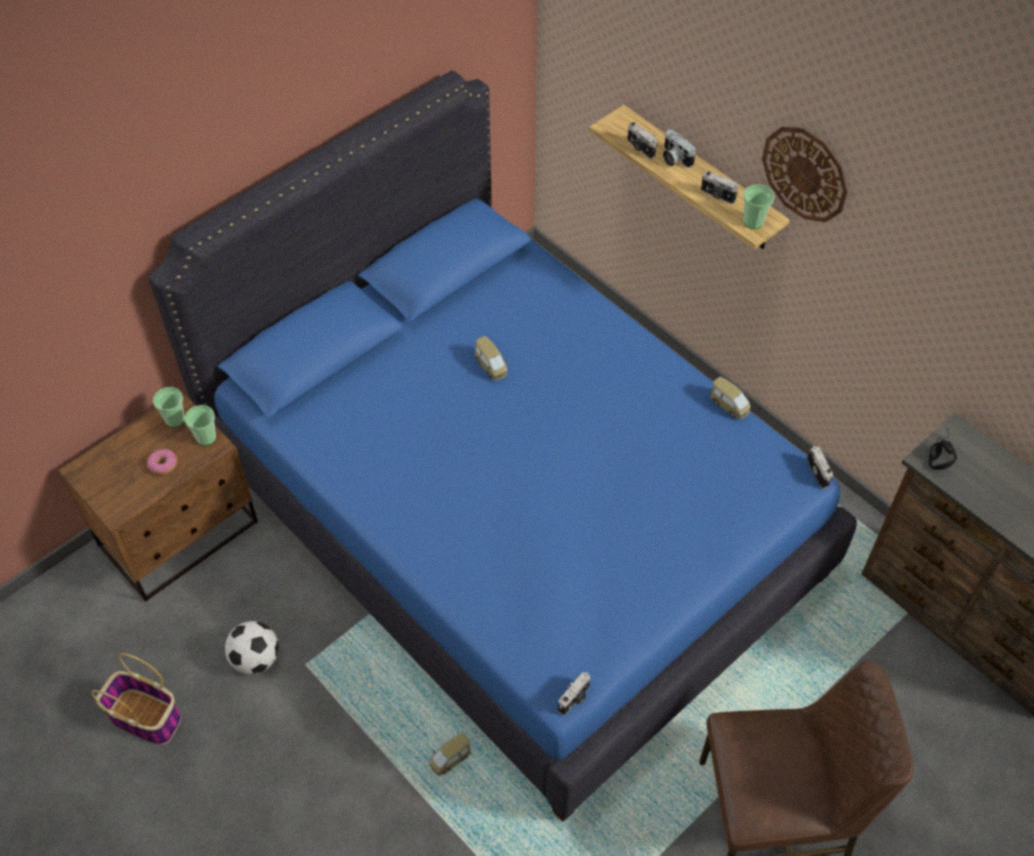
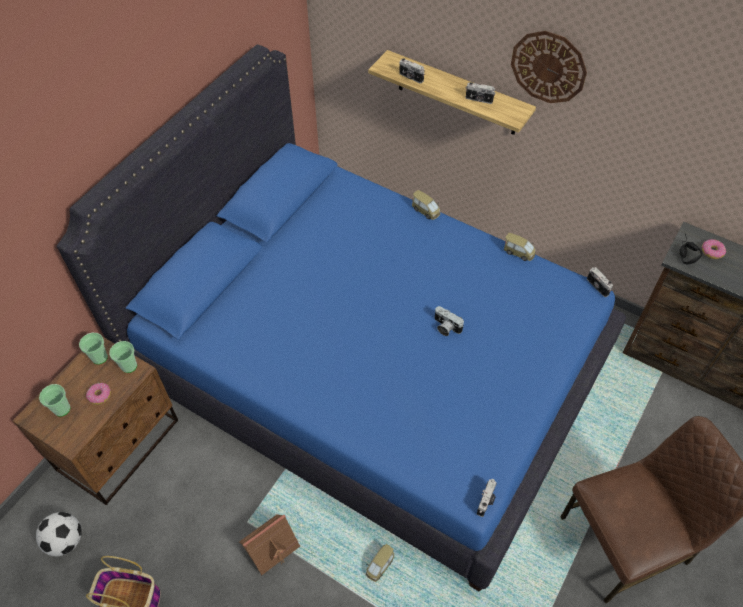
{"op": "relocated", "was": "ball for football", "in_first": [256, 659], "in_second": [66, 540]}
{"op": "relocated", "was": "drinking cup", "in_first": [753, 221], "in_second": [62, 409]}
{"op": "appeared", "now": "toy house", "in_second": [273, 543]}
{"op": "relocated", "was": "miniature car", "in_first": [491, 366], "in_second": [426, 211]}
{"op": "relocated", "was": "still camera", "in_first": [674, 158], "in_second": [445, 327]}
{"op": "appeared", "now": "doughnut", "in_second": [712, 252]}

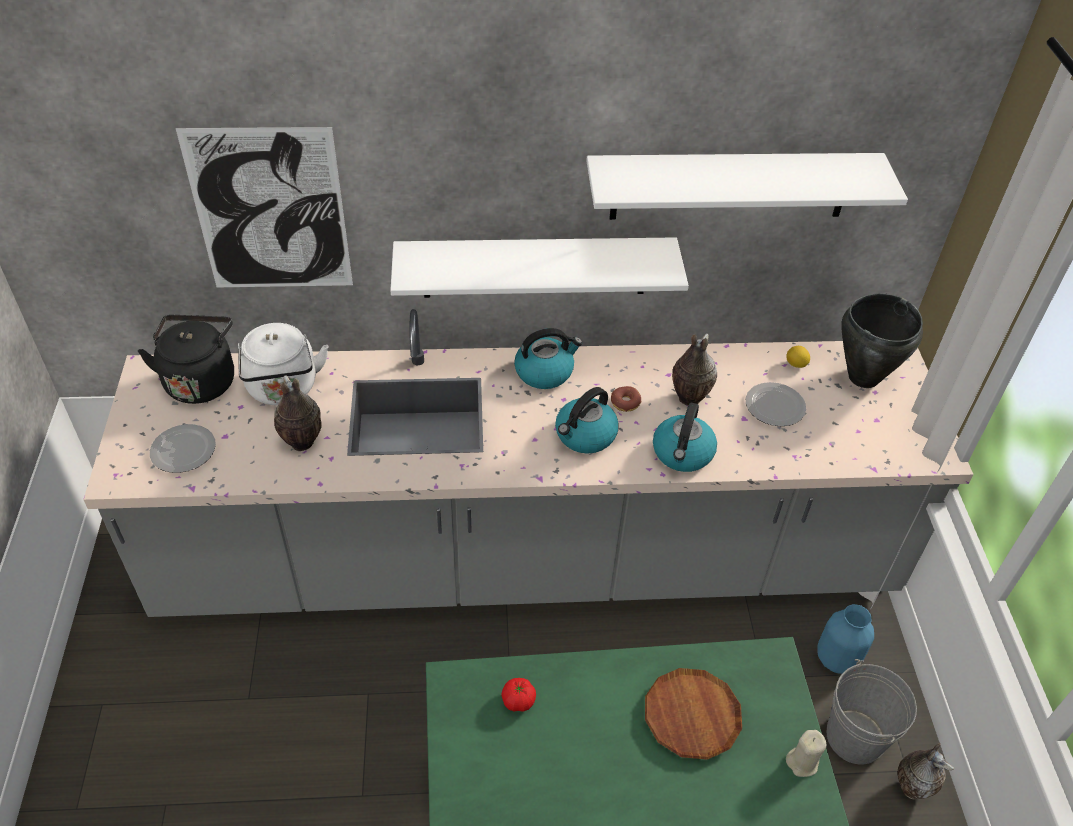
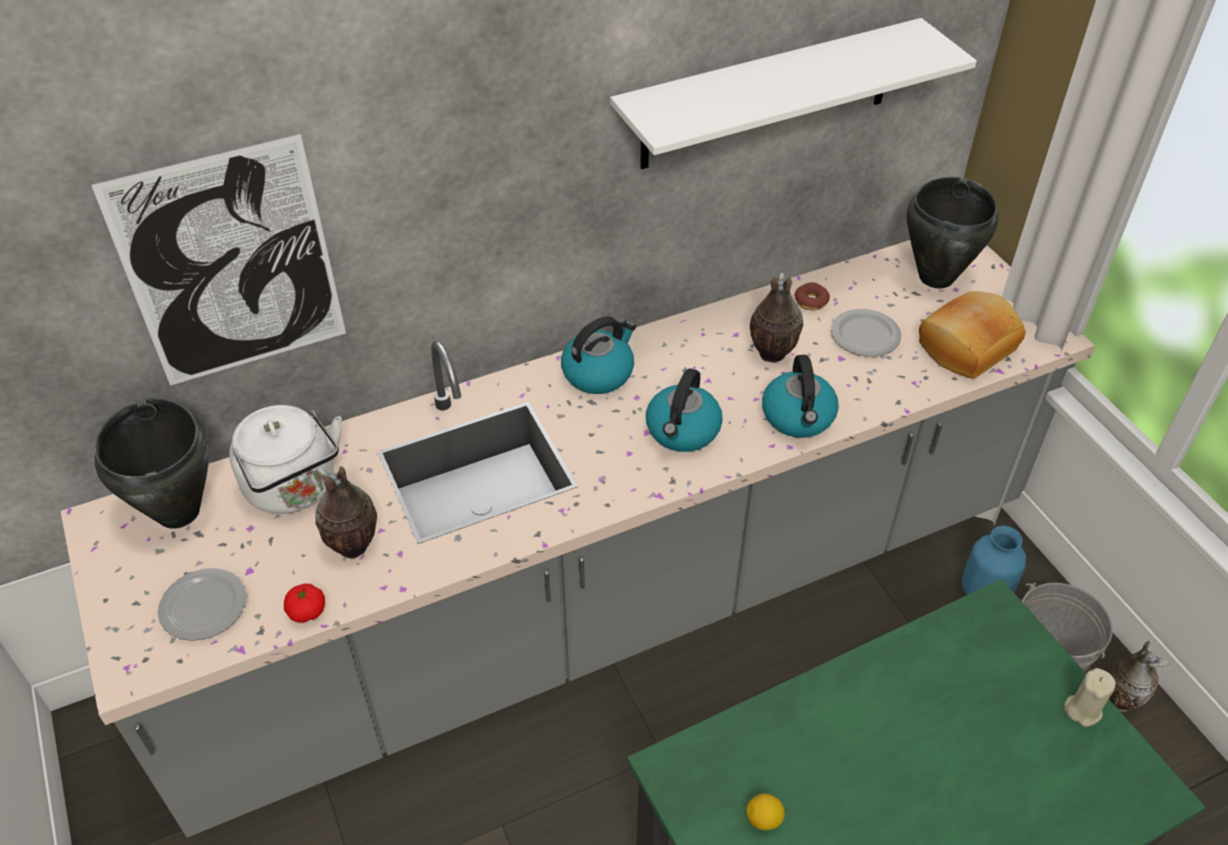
{"op": "exchanged", "was": "black-coloured tea kettle", "now": "black-coloured stockpot", "in_first": [201, 380], "in_second": [179, 511]}
{"op": "relocated", "was": "fresh tomato", "in_first": [518, 700], "in_second": [307, 611]}
{"op": "relocated", "was": "lemon", "in_first": [796, 364], "in_second": [763, 819]}
{"op": "relocated", "was": "doughnut", "in_first": [625, 402], "in_second": [811, 301]}
{"op": "appeared", "now": "bakery bread", "in_second": [965, 346]}
{"op": "missing", "was": "white shelf", "in_first": [535, 267]}
{"op": "missing", "was": "brown-coloured dinner plate", "in_first": [691, 716]}

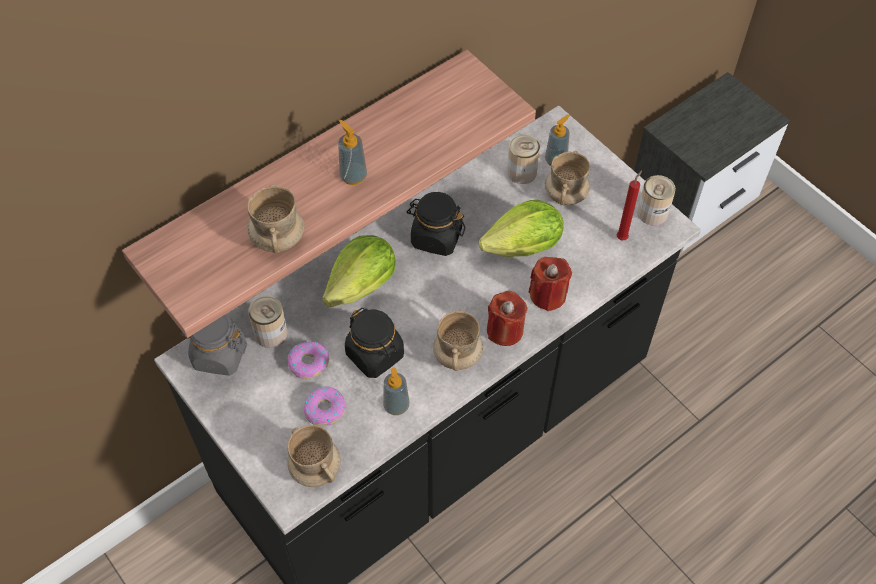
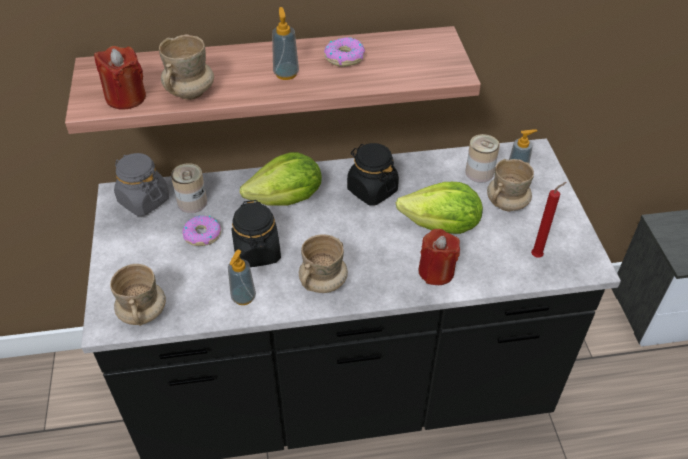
{"op": "relocated", "was": "red wax candle", "in_first": [505, 330], "in_second": [126, 97]}
{"op": "relocated", "was": "doughnut", "in_first": [325, 409], "in_second": [344, 57]}
{"op": "missing", "was": "sealed can", "in_first": [652, 213]}

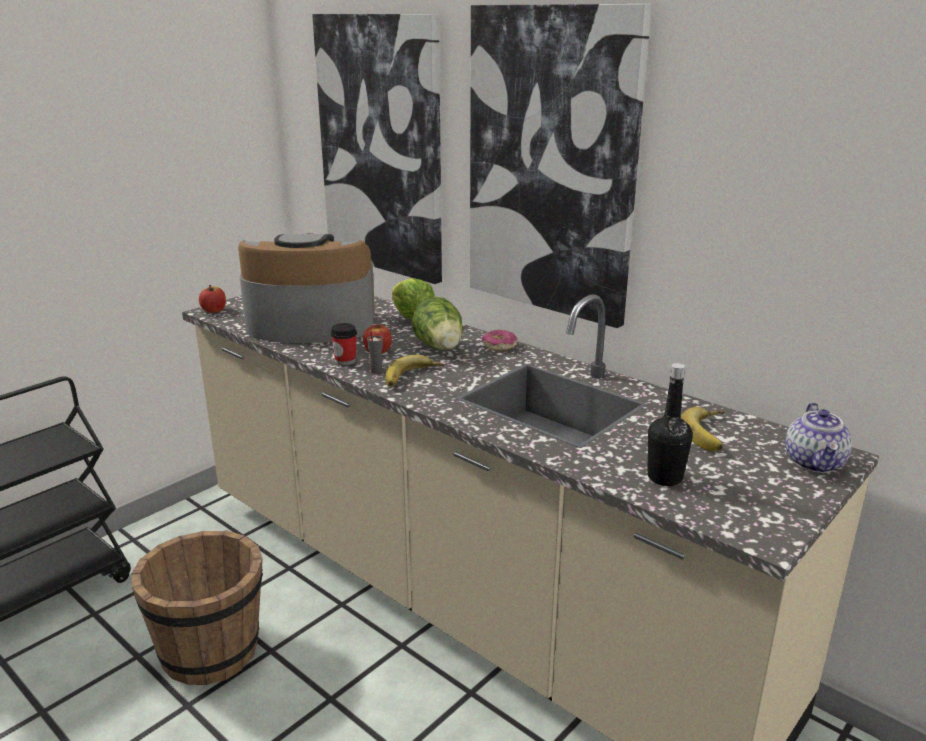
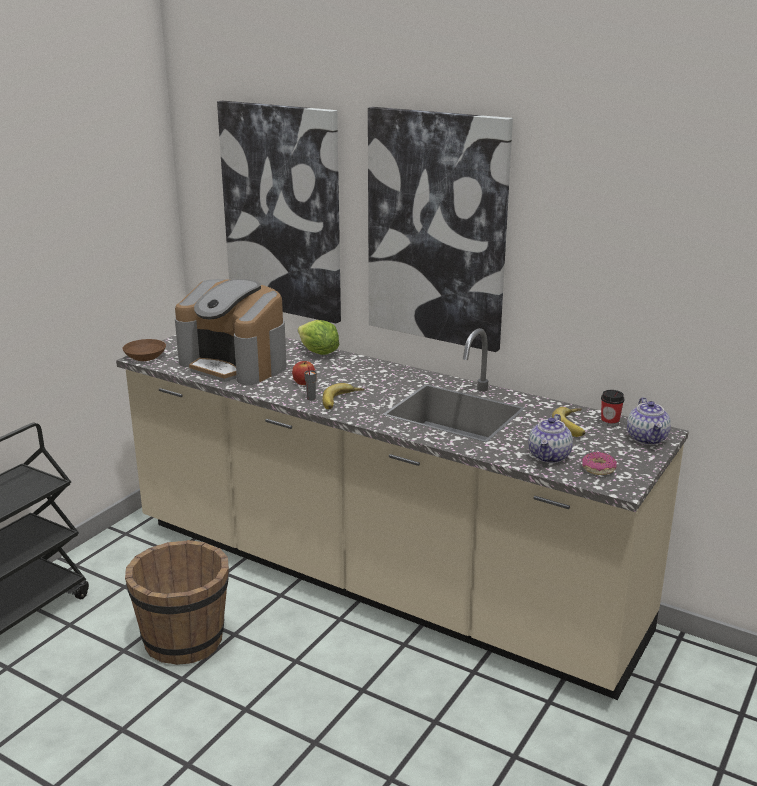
{"op": "exchanged", "was": "whole apple", "now": "brown-coloured deep dish", "in_first": [214, 310], "in_second": [144, 357]}
{"op": "spun", "was": "coffee maker", "in_first": [310, 325], "in_second": [235, 364], "clockwise": -135}
{"op": "exchanged", "was": "black-coloured beverage bottle", "now": "teapot", "in_first": [664, 477], "in_second": [549, 456]}
{"op": "relocated", "was": "doughnut", "in_first": [499, 346], "in_second": [598, 469]}
{"op": "relocated", "was": "drinking cup", "in_first": [345, 361], "in_second": [610, 422]}
{"op": "missing", "was": "lettuce", "in_first": [440, 348]}

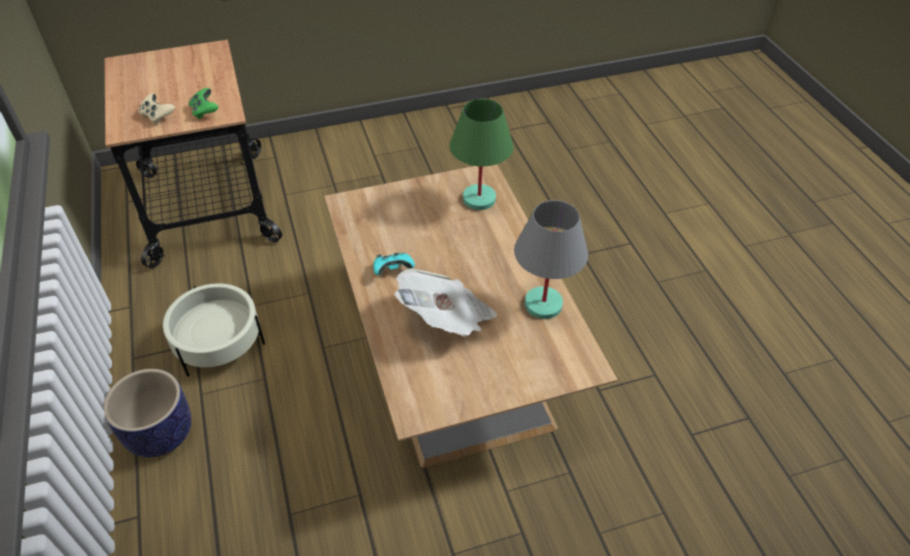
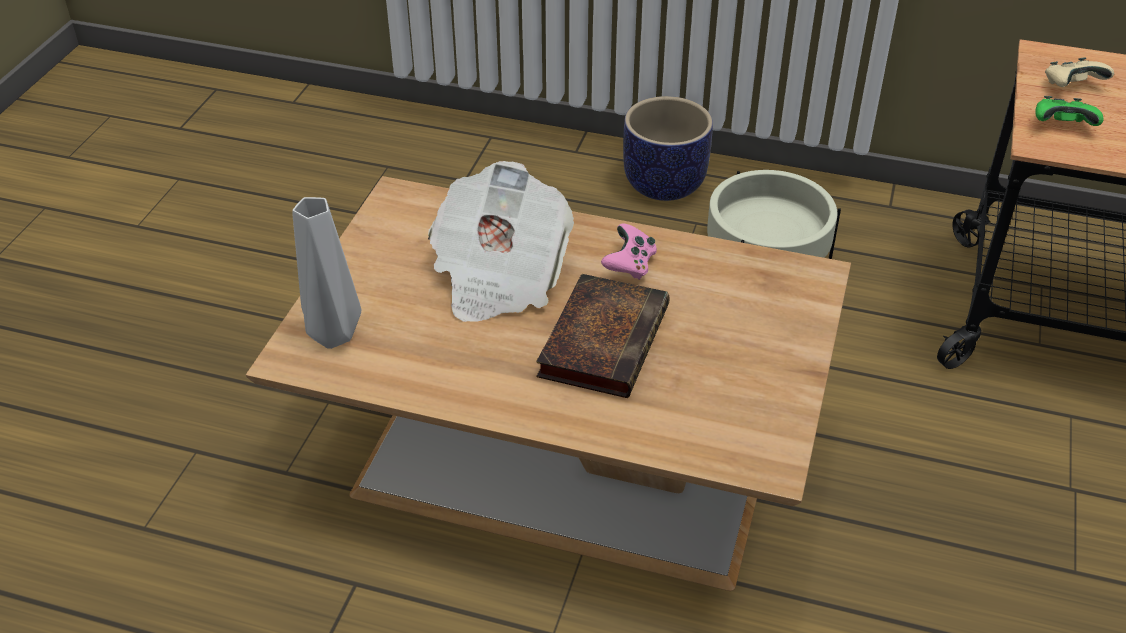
{"op": "appeared", "now": "grey vase", "in_second": [336, 335]}
{"op": "appeared", "now": "book", "in_second": [603, 339]}
{"op": "colour", "was": "turquoise-coloured joypad", "now": "pink-coloured joypad", "in_first": [393, 270], "in_second": [629, 265]}
{"op": "missing", "was": "green tabletop lamp", "in_first": [478, 198]}
{"op": "missing", "was": "grey tabletop lamp", "in_first": [542, 304]}

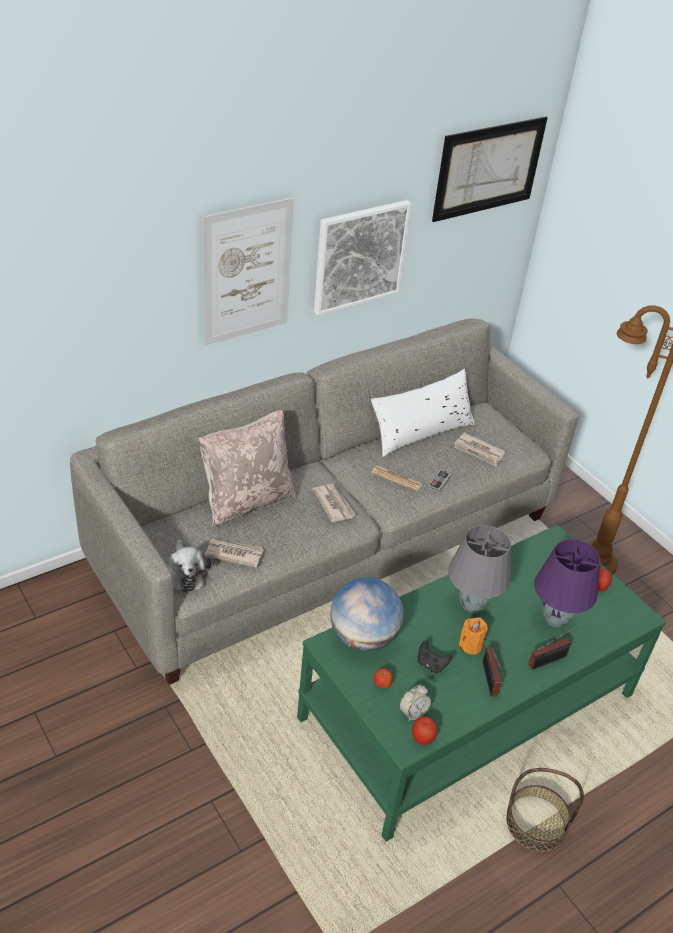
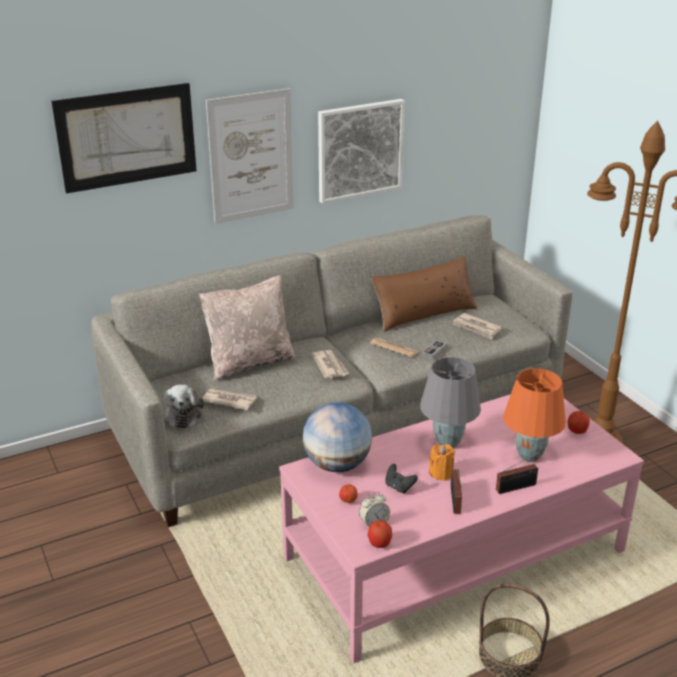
{"op": "relocated", "was": "wall art", "in_first": [489, 168], "in_second": [127, 137]}
{"op": "colour", "was": "green coffee table", "now": "pink-coloured coffee table", "in_first": [469, 706], "in_second": [455, 554]}
{"op": "colour", "was": "white throw pillow", "now": "brown-coloured throw pillow", "in_first": [421, 432], "in_second": [424, 314]}
{"op": "colour", "was": "purplish tabletop lamp", "now": "orange-coloured tabletop lamp", "in_first": [555, 620], "in_second": [530, 456]}

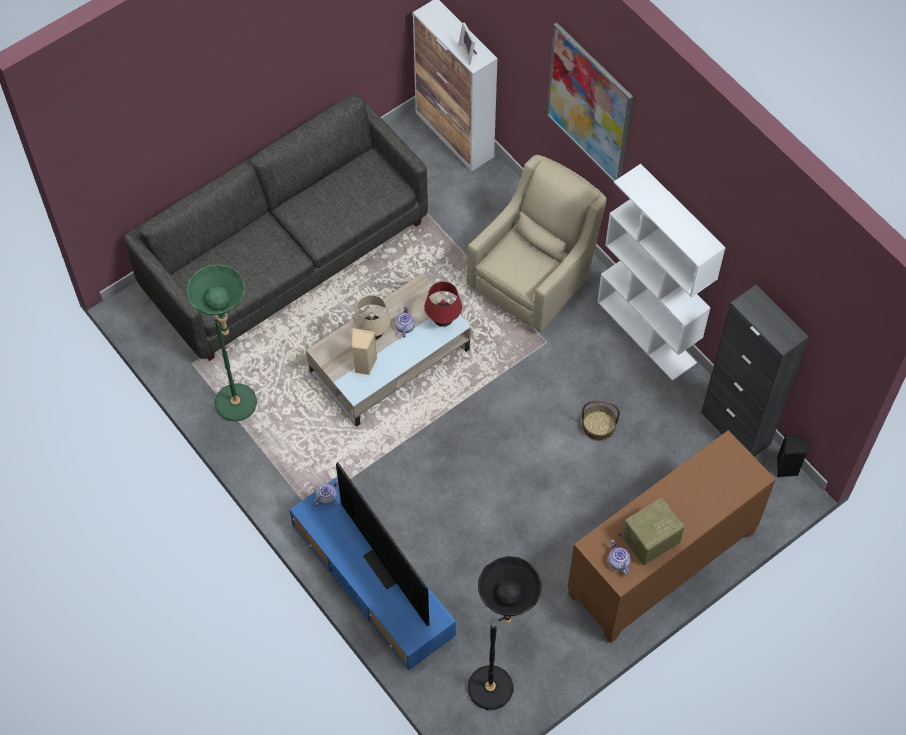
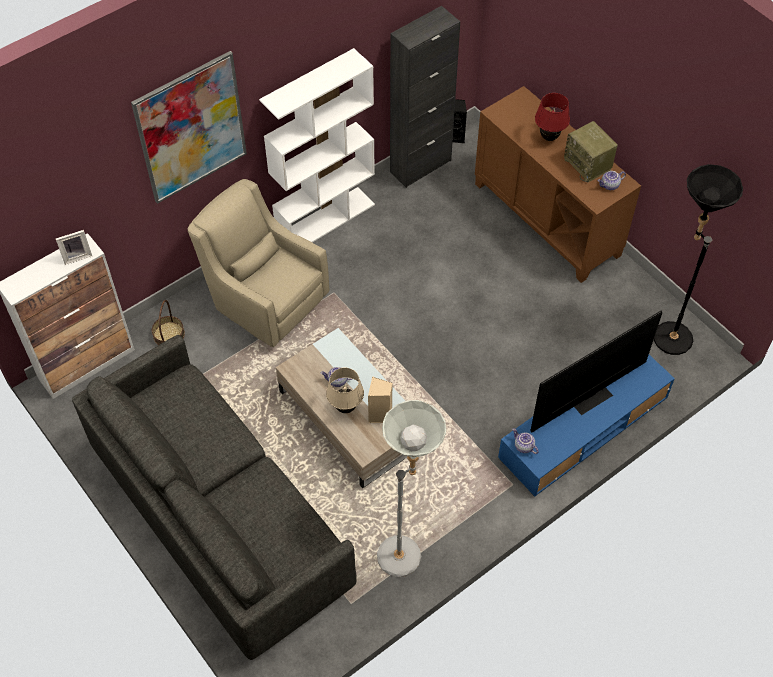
{"op": "relocated", "was": "household basket", "in_first": [598, 425], "in_second": [168, 334]}
{"op": "colour", "was": "green floor lamp", "now": "grey floor lamp", "in_first": [241, 409], "in_second": [406, 551]}
{"op": "relocated", "was": "red tabletop lamp", "in_first": [443, 321], "in_second": [549, 137]}

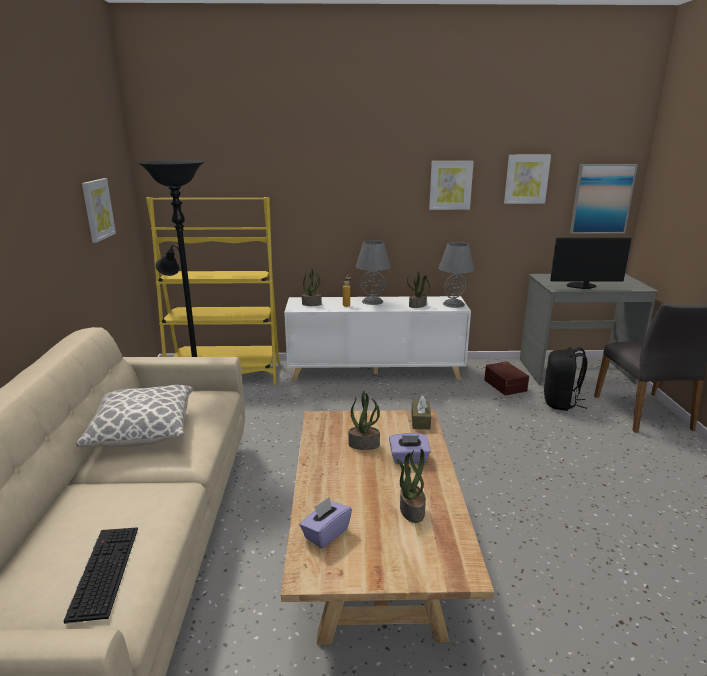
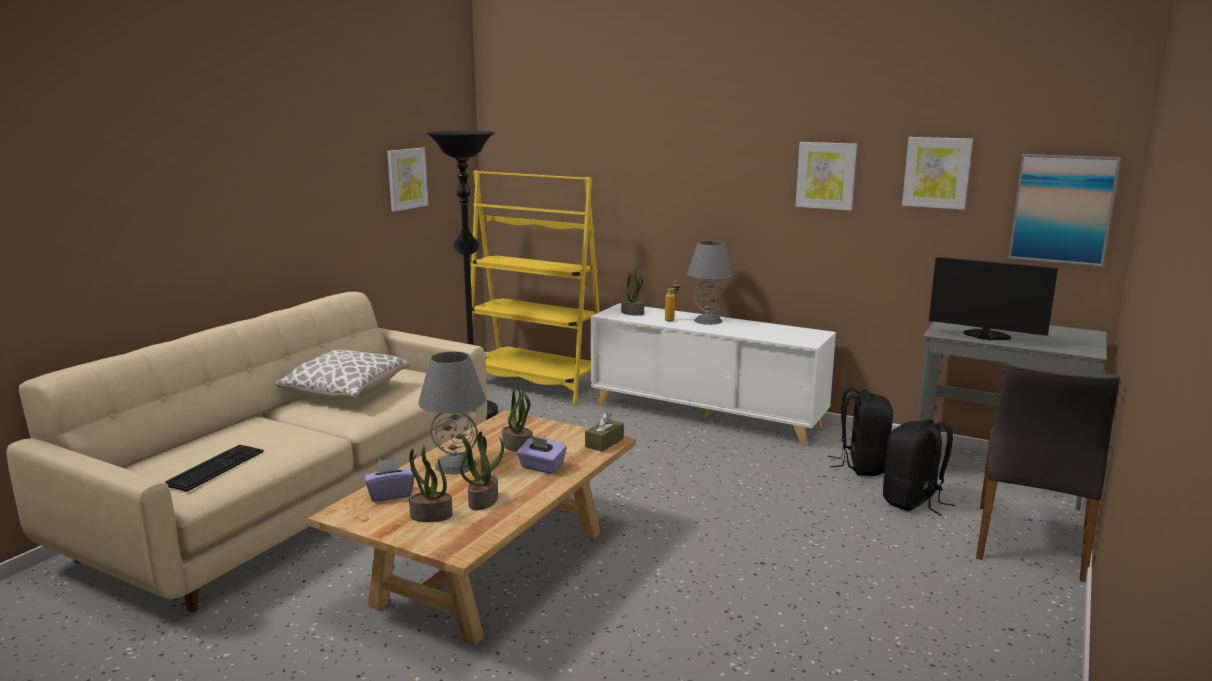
{"op": "relocated", "was": "houseplant", "in_first": [417, 305], "in_second": [430, 516]}
{"op": "relocated", "was": "grey tabletop lamp", "in_first": [453, 304], "in_second": [456, 465]}
{"op": "exchanged", "was": "brown-coloured storage bin", "now": "black-coloured knapsack", "in_first": [506, 385], "in_second": [861, 466]}

